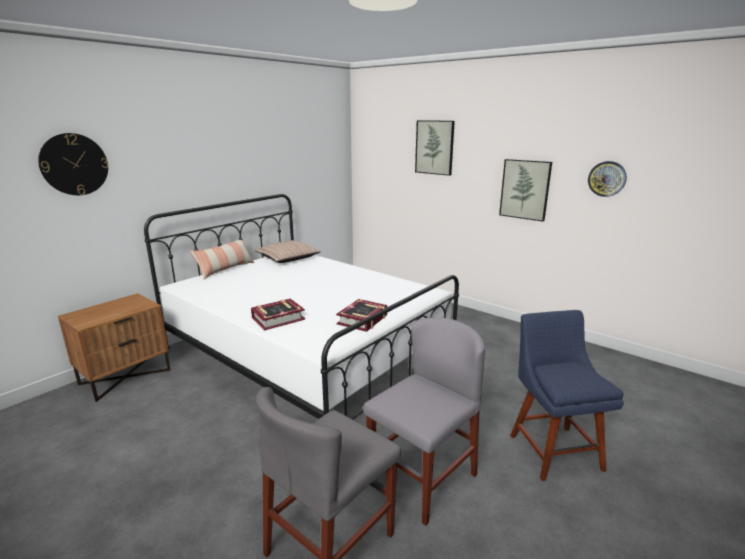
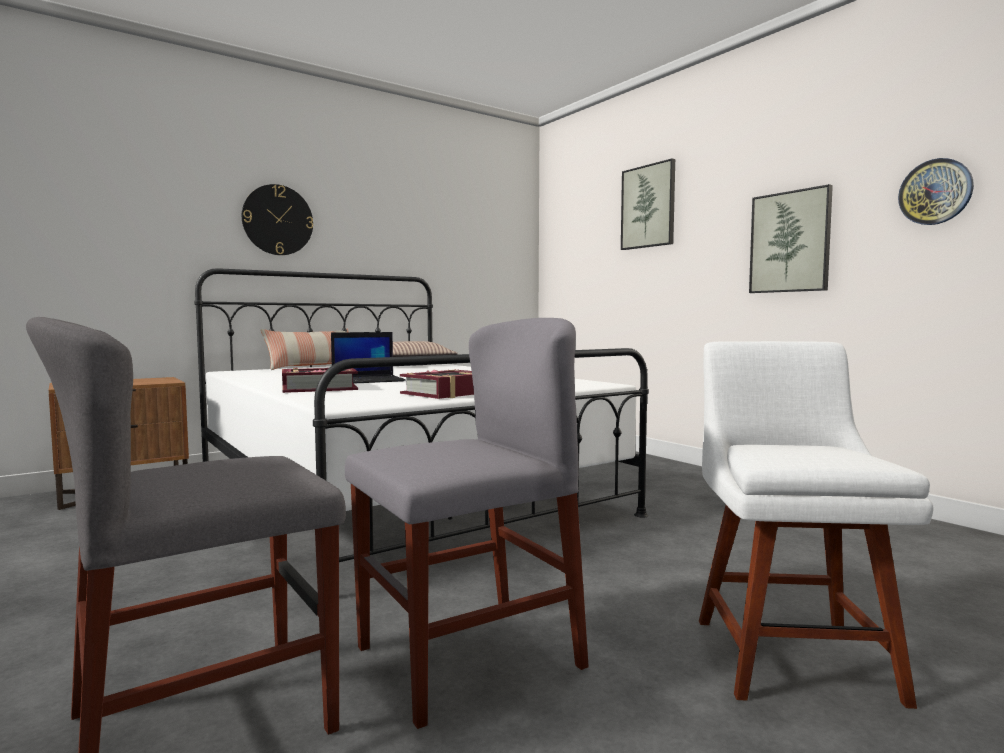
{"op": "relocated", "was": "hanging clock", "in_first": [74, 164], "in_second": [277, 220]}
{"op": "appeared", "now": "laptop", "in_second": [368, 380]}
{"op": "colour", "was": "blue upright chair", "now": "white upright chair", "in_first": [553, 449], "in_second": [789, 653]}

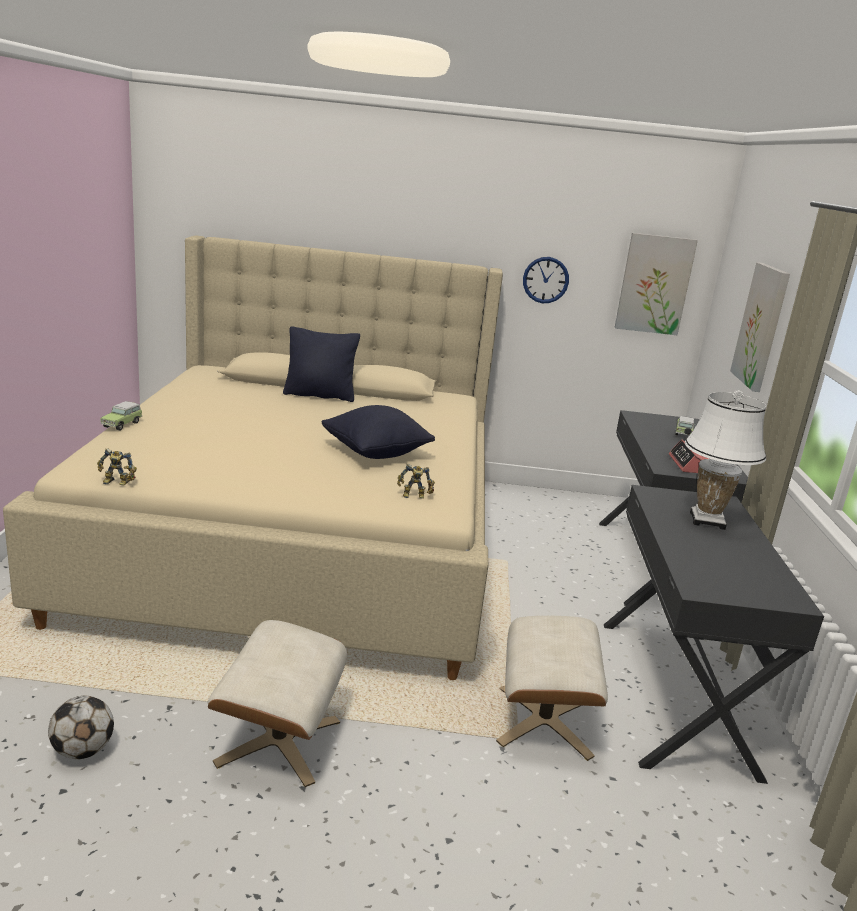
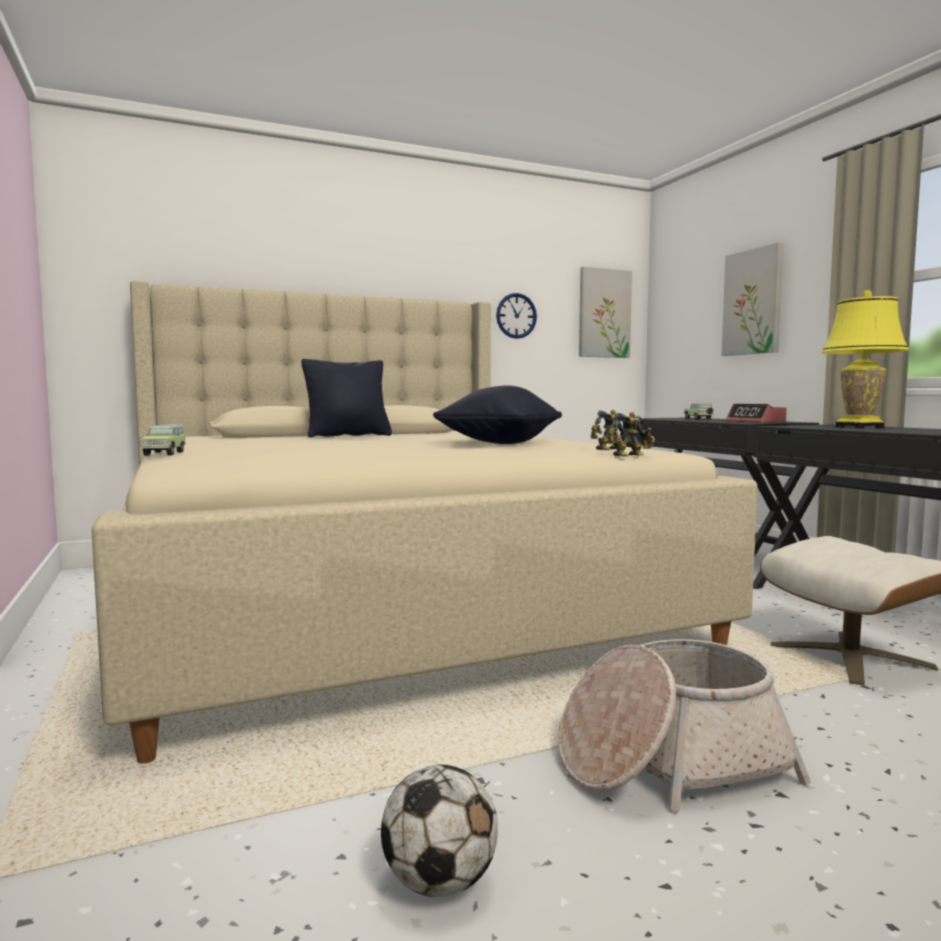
{"op": "exchanged", "was": "sand-coloured footrest", "now": "household basket", "in_first": [278, 741], "in_second": [669, 762]}
{"op": "relocated", "was": "robot figure", "in_first": [116, 483], "in_second": [630, 455]}
{"op": "colour", "was": "white tabletop lamp", "now": "yellow tabletop lamp", "in_first": [706, 520], "in_second": [859, 427]}

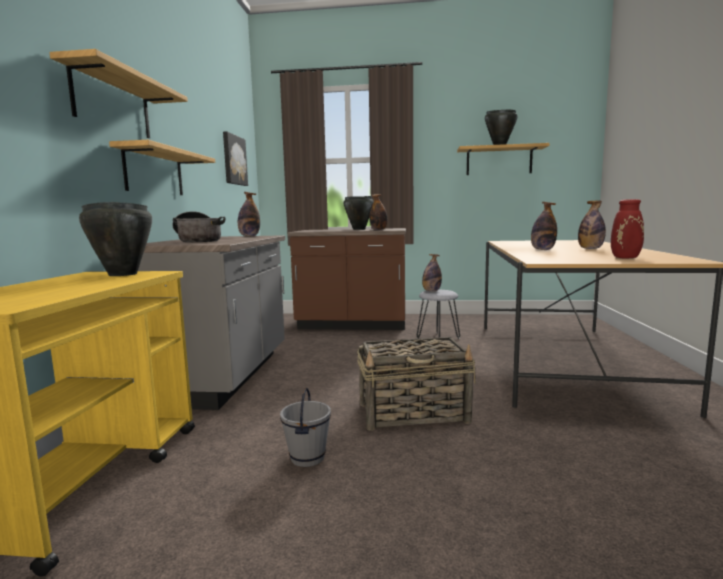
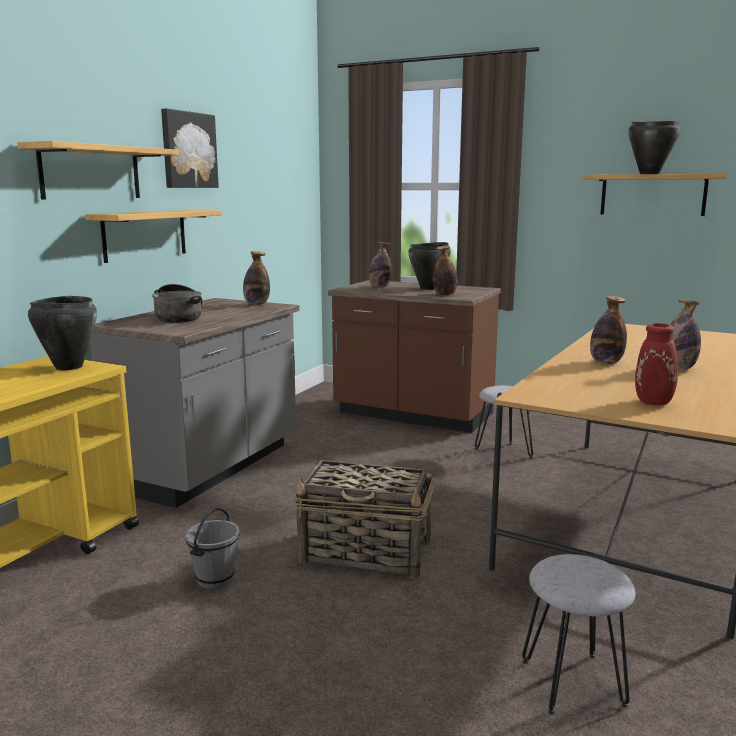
{"op": "relocated", "was": "wall art", "in_first": [233, 160], "in_second": [188, 150]}
{"op": "relocated", "was": "beverage bottle", "in_first": [431, 291], "in_second": [379, 287]}
{"op": "appeared", "now": "grey stool seat", "in_second": [571, 683]}

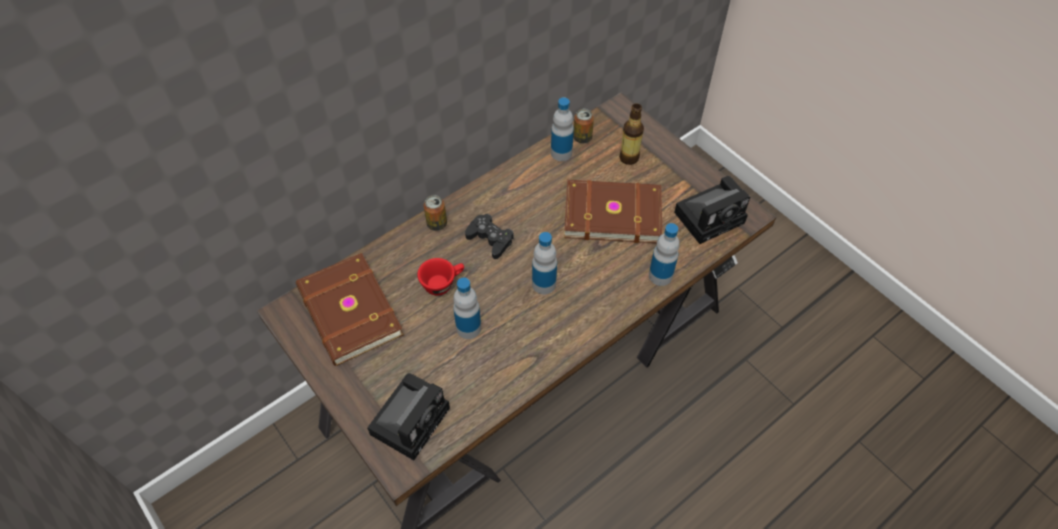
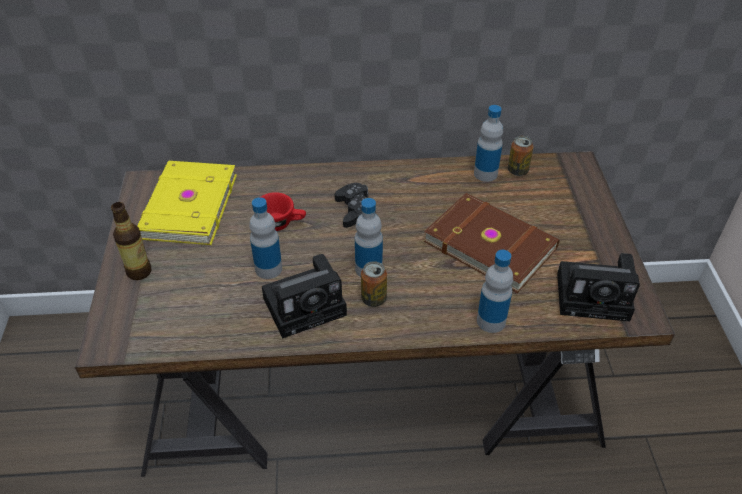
{"op": "relocated", "was": "beverage bottle", "in_first": [629, 157], "in_second": [139, 271]}
{"op": "colour", "was": "brown-coloured book", "now": "yellow book", "in_first": [348, 313], "in_second": [186, 206]}
{"op": "relocated", "was": "still camera", "in_first": [411, 418], "in_second": [307, 305]}
{"op": "relocated", "was": "sealed can", "in_first": [437, 224], "in_second": [373, 299]}

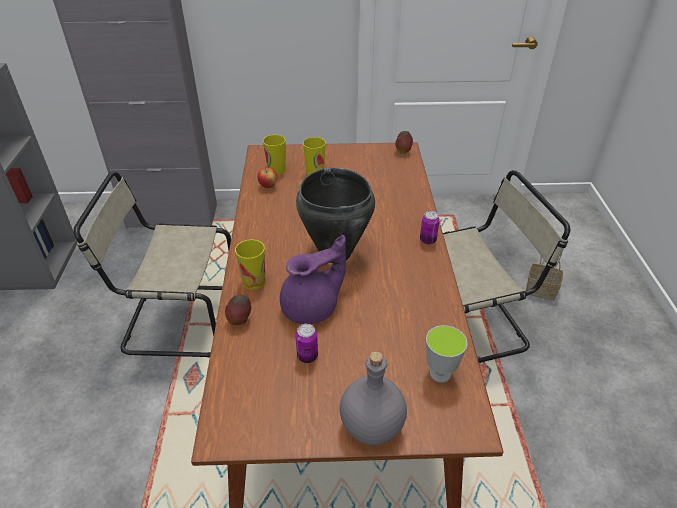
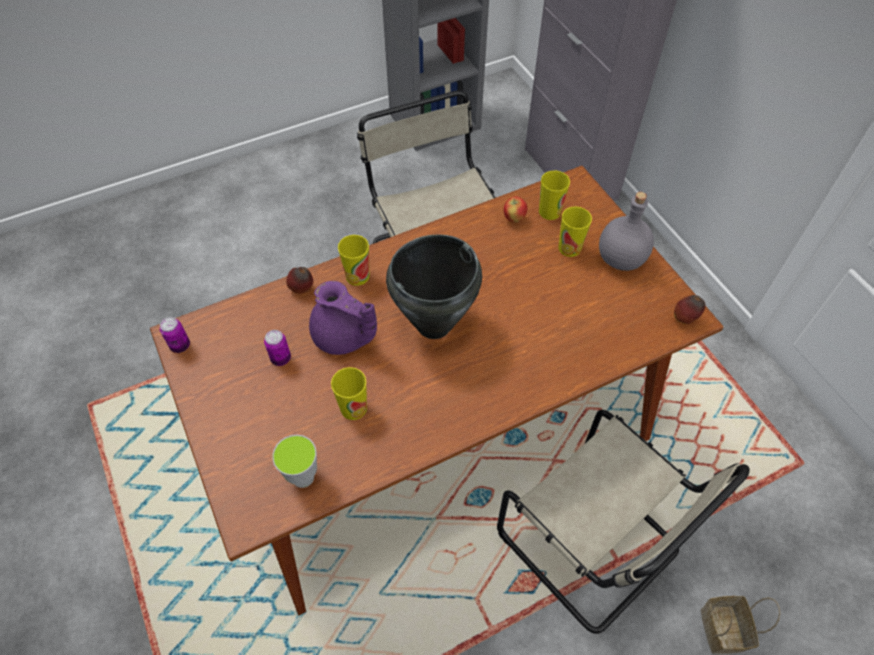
{"op": "relocated", "was": "sealed can", "in_first": [428, 240], "in_second": [180, 345]}
{"op": "appeared", "now": "drinking cup", "in_second": [353, 408]}
{"op": "relocated", "was": "grey beverage bottle", "in_first": [370, 427], "in_second": [620, 258]}

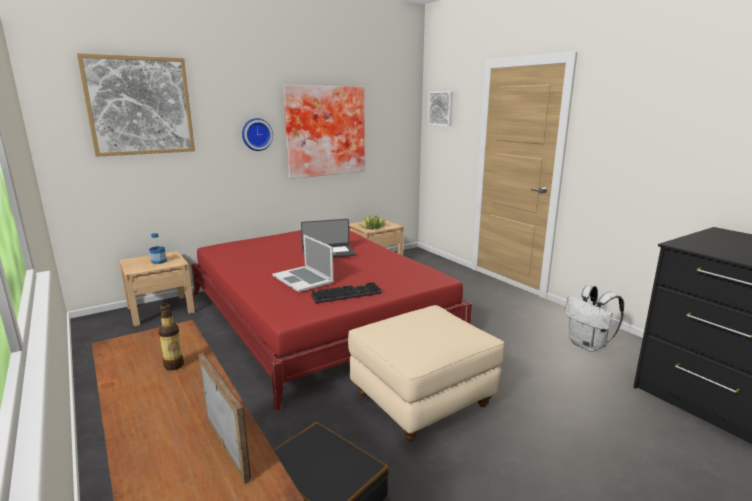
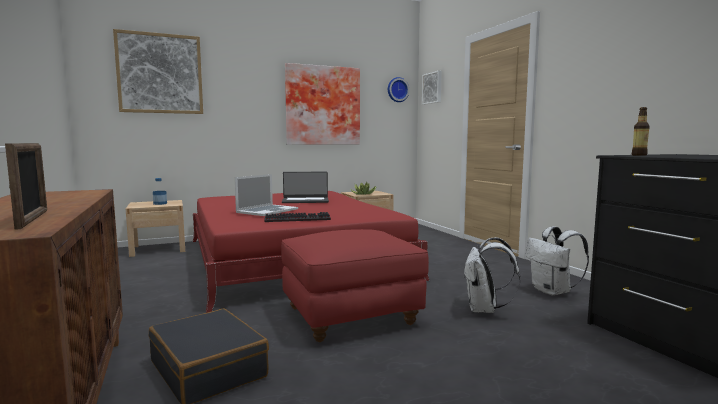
{"op": "spun", "was": "laptop", "in_first": [303, 279], "in_second": [267, 210], "clockwise": -120}
{"op": "colour", "was": "sand-coloured footrest", "now": "red footrest", "in_first": [422, 399], "in_second": [351, 316]}
{"op": "relocated", "was": "hanging clock", "in_first": [256, 134], "in_second": [397, 90]}
{"op": "appeared", "now": "white knapsack", "in_second": [485, 309]}
{"op": "relocated", "was": "beverage bottle", "in_first": [174, 365], "in_second": [639, 155]}

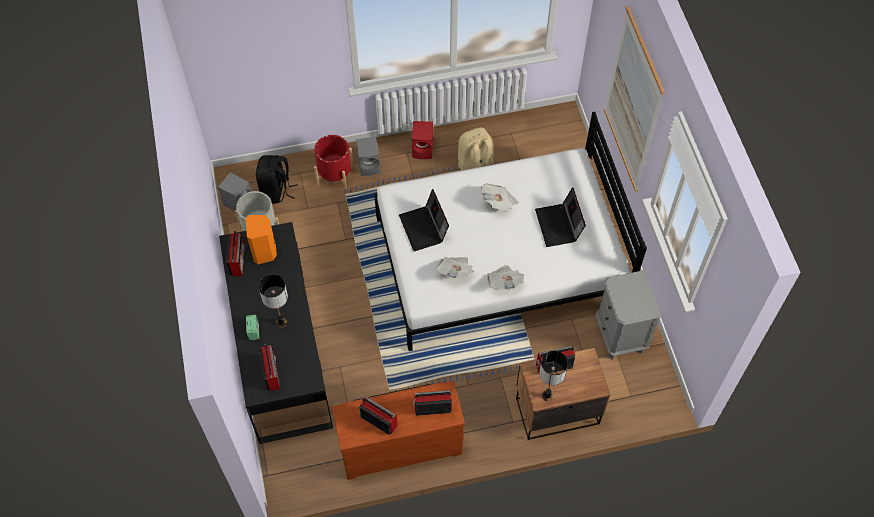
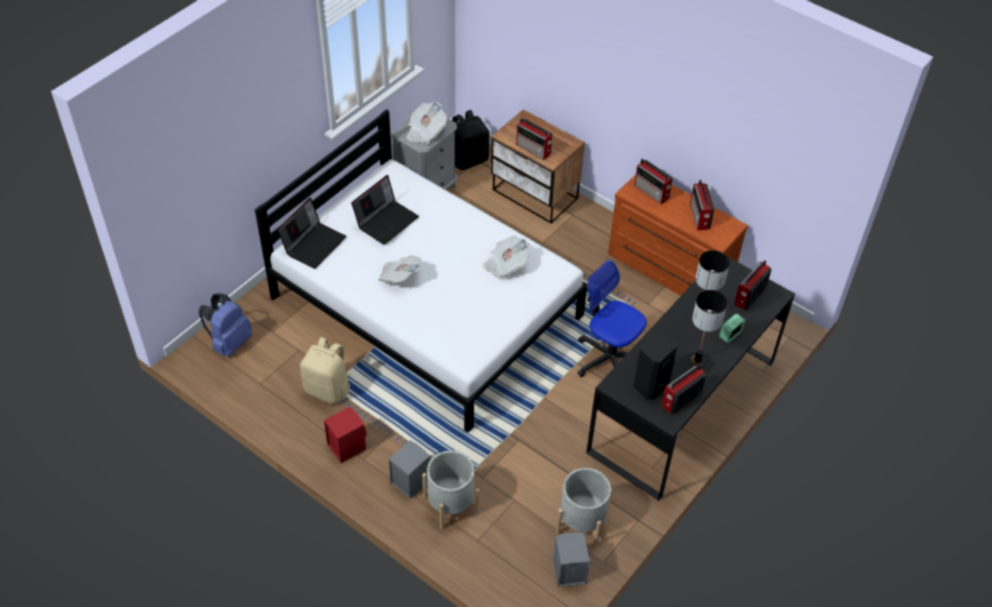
{"op": "appeared", "now": "blue knapsack", "in_second": [229, 342]}
{"op": "relocated", "was": "laptop", "in_first": [424, 228], "in_second": [314, 244]}
{"op": "relocated", "was": "daily paper", "in_first": [504, 282], "in_second": [425, 132]}
{"op": "colour", "was": "red flower pot", "now": "grey flower pot", "in_first": [335, 175], "in_second": [451, 504]}
{"op": "relocated", "was": "black-coloured knapsack", "in_first": [276, 191], "in_second": [469, 159]}
{"op": "appeared", "now": "desk chair", "in_second": [609, 358]}
{"op": "colour", "was": "orange-coloured loudspeaker", "now": "black-coloured loudspeaker", "in_first": [264, 252], "in_second": [649, 384]}
{"op": "relocated", "was": "tabletop lamp", "in_first": [547, 396], "in_second": [697, 361]}
{"op": "missing", "was": "wall art", "in_first": [633, 101]}

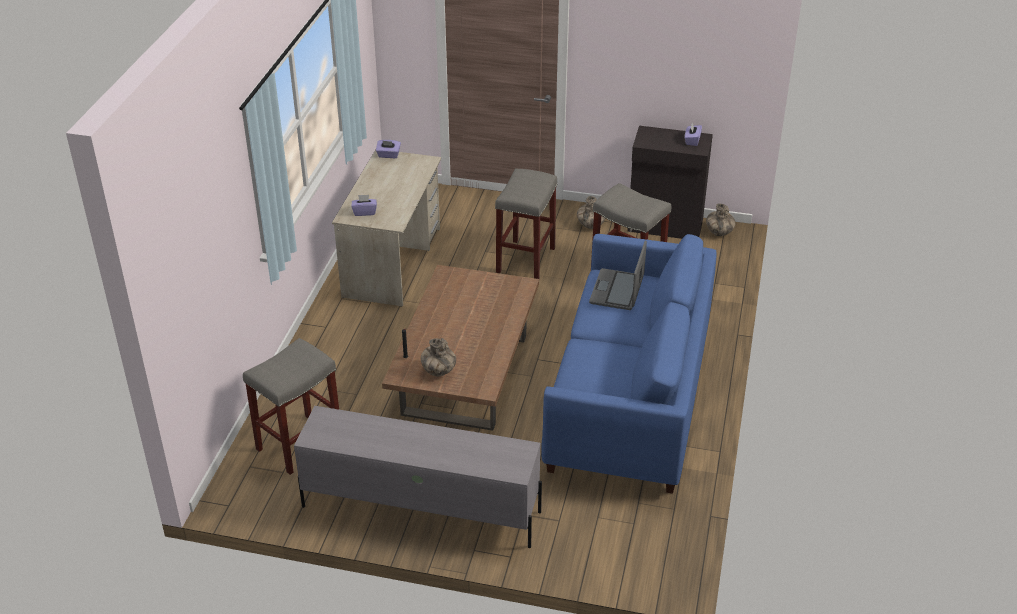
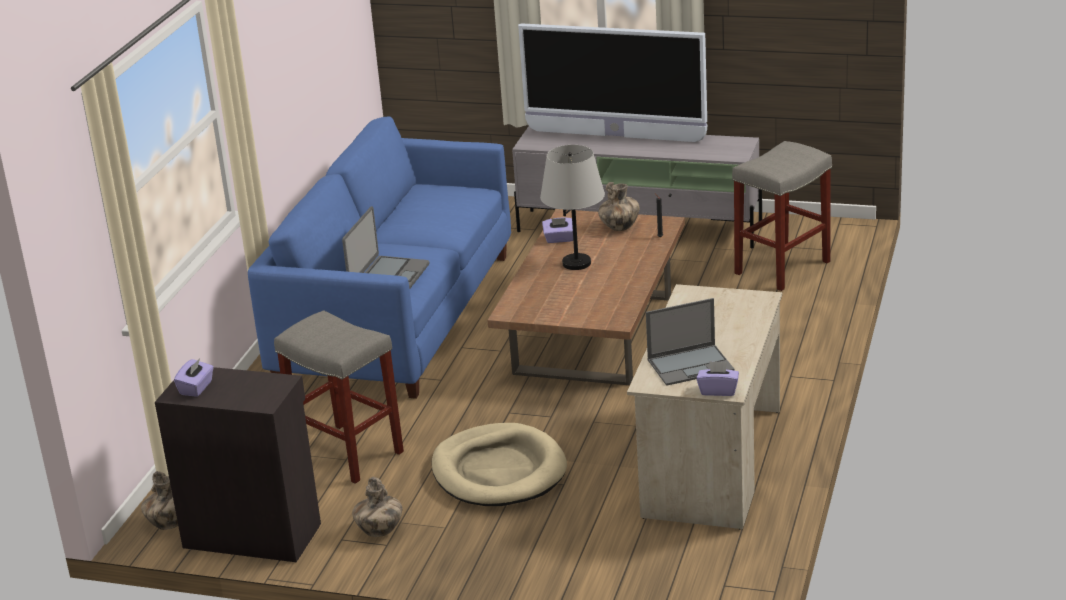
{"op": "exchanged", "was": "grey stool seat", "now": "sand-coloured dog bed", "in_first": [526, 261], "in_second": [499, 471]}
{"op": "appeared", "now": "TV set", "in_second": [615, 136]}
{"op": "appeared", "now": "grey tabletop lamp", "in_second": [576, 263]}
{"op": "relocated", "was": "purplish box of tissues", "in_first": [364, 212], "in_second": [559, 239]}
{"op": "appeared", "now": "laptop", "in_second": [691, 365]}

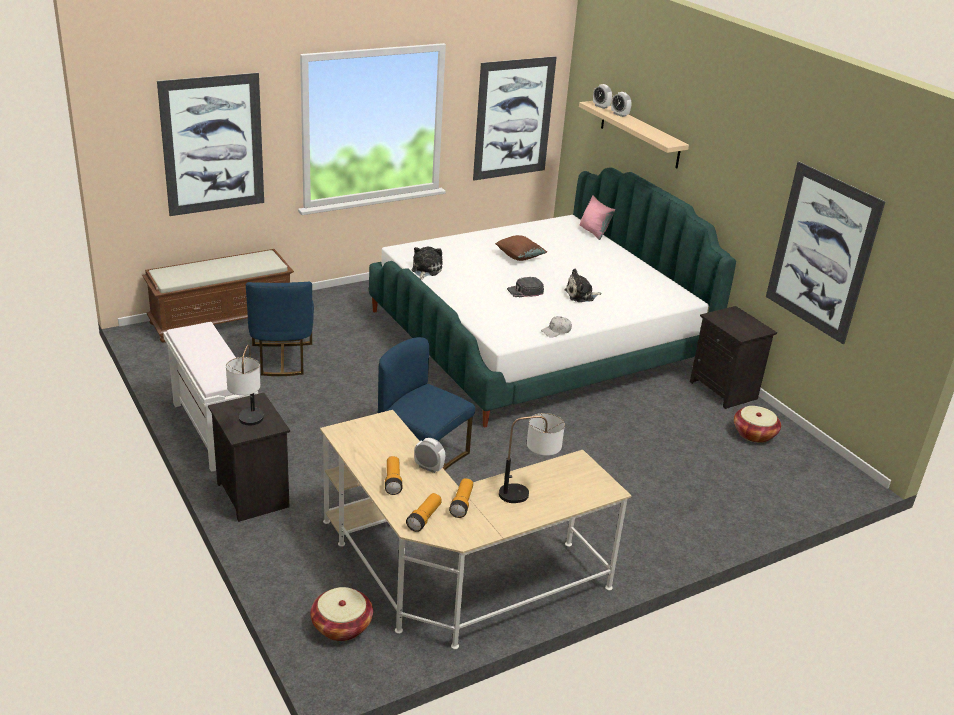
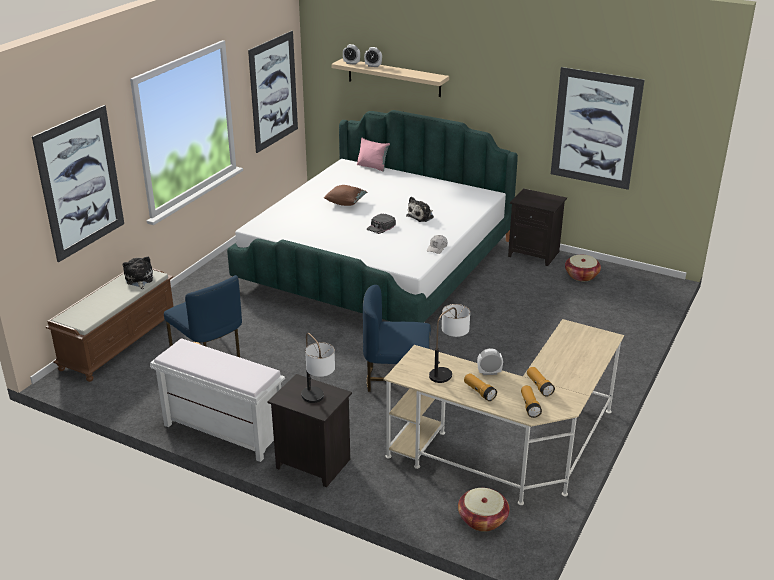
{"op": "relocated", "was": "cuddly toy", "in_first": [425, 270], "in_second": [139, 279]}
{"op": "relocated", "was": "tabletop lamp", "in_first": [528, 493], "in_second": [448, 370]}

